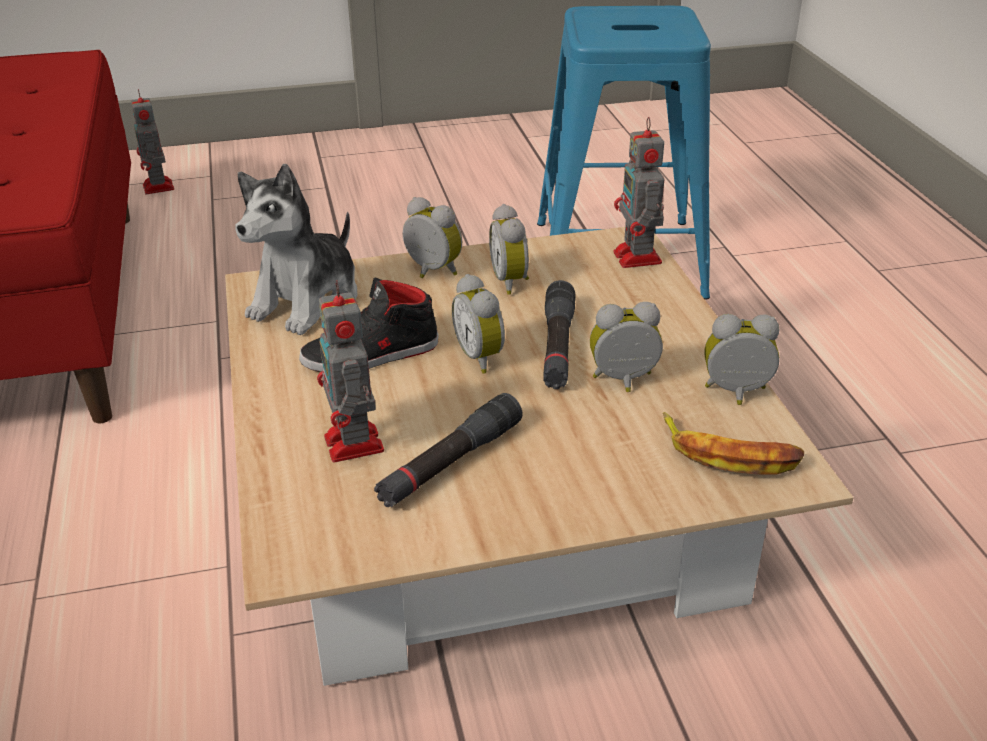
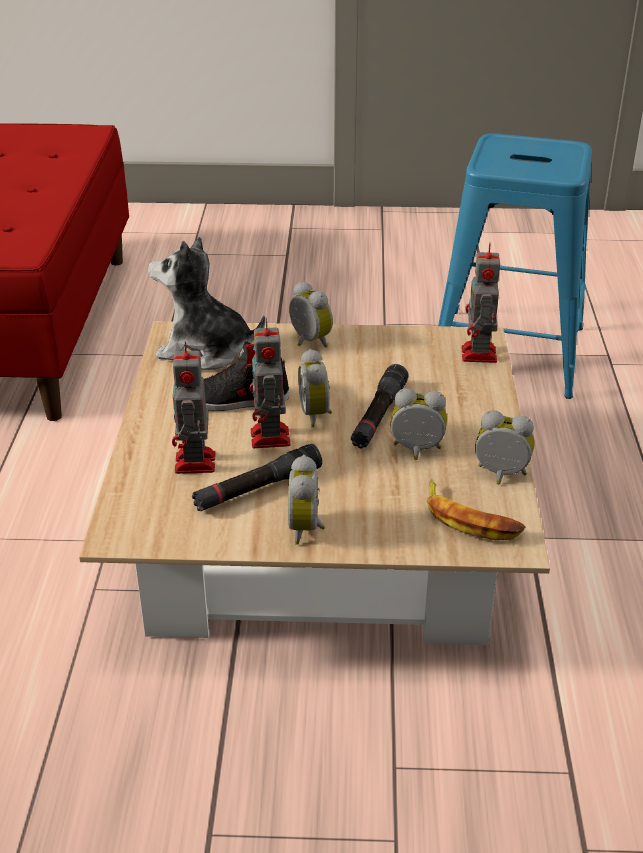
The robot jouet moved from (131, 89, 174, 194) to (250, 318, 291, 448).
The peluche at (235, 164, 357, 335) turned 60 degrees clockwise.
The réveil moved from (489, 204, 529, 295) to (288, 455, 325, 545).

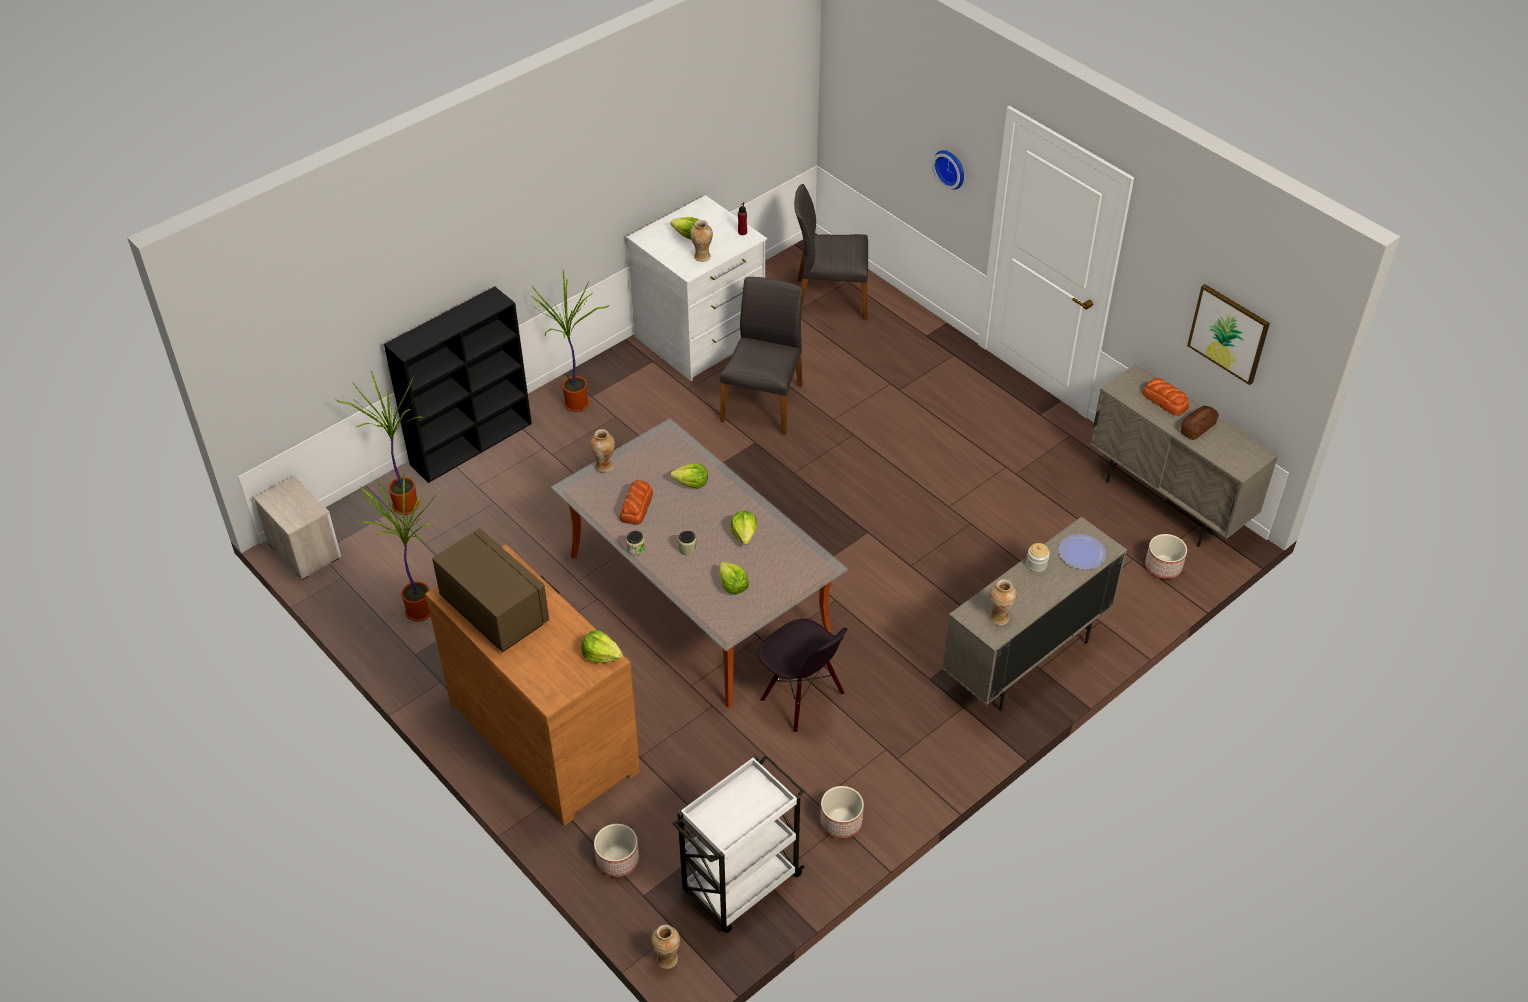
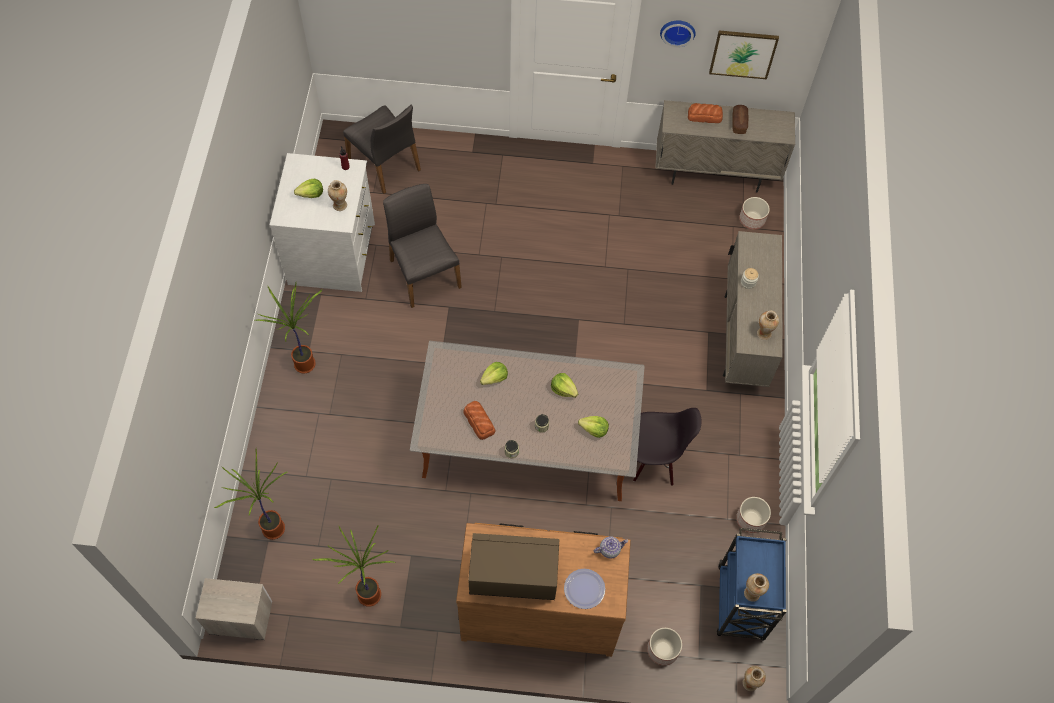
The bibliothèque [noir] at (384, 287, 532, 483) disappeared.
The laitue at (581, 630, 623, 663) was replaced by the théière at (594, 537, 628, 559).
The vase moved from (590, 429, 615, 473) to (744, 573, 769, 602).
The chariot [blanc] at (673, 755, 805, 933) became the chariot [bleu] at (717, 528, 786, 641).
The chaise [gris] at (794, 184, 868, 320) turned 90 degrees counterclockwise.
The horloge murale moved from (932, 150, 964, 190) to (660, 20, 696, 47).
The assiette moved from (1059, 534, 1106, 570) to (564, 569, 605, 609).

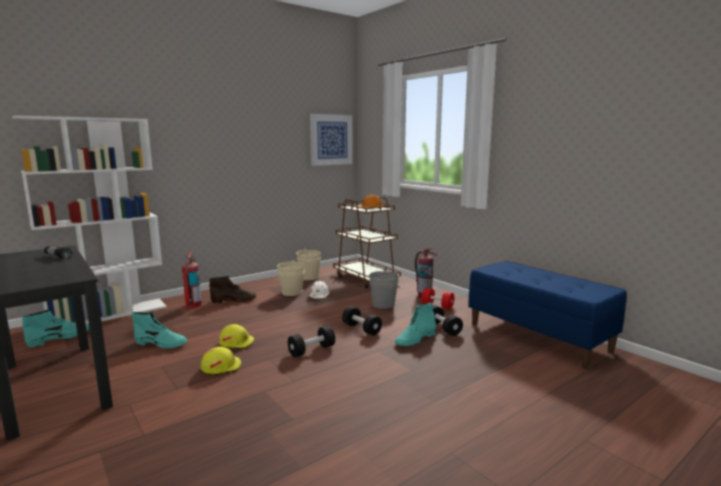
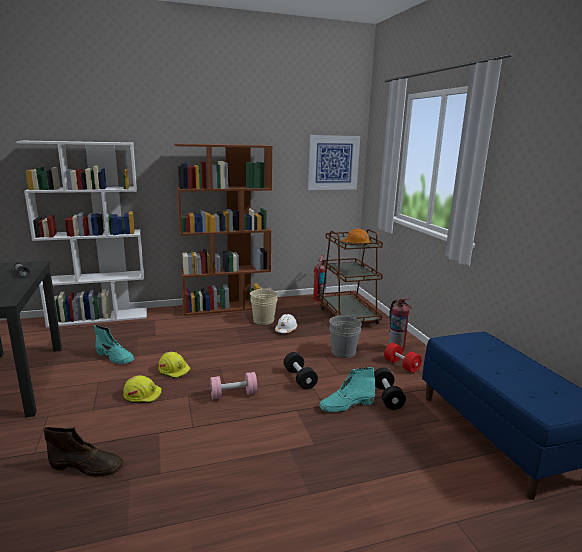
The botte [turquoise] at (22, 309, 89, 347) disappeared.
The extincteur moved from (182, 250, 202, 308) to (314, 255, 327, 302).
The botte [marron] moved from (209, 276, 256, 304) to (43, 427, 124, 477).
The haltère [noir] at (288, 326, 335, 357) became the haltère [rose] at (210, 372, 257, 399).
The seau [beige] at (296, 248, 321, 280) disappeared.
The bibliothèque [marron] at (174, 143, 273, 316) appeared.

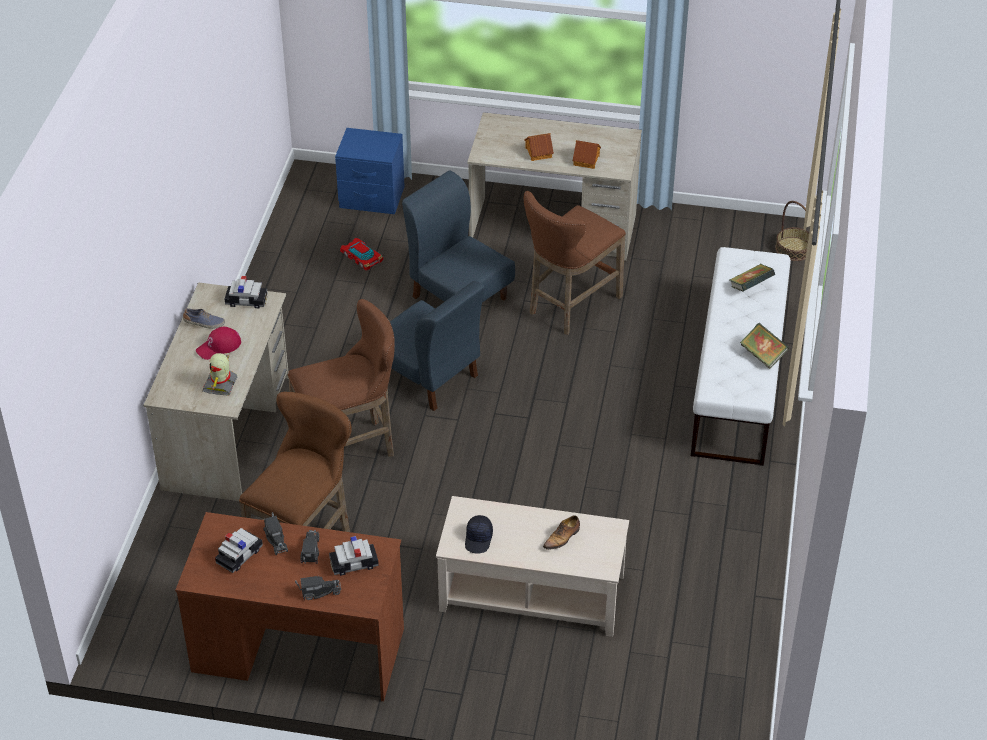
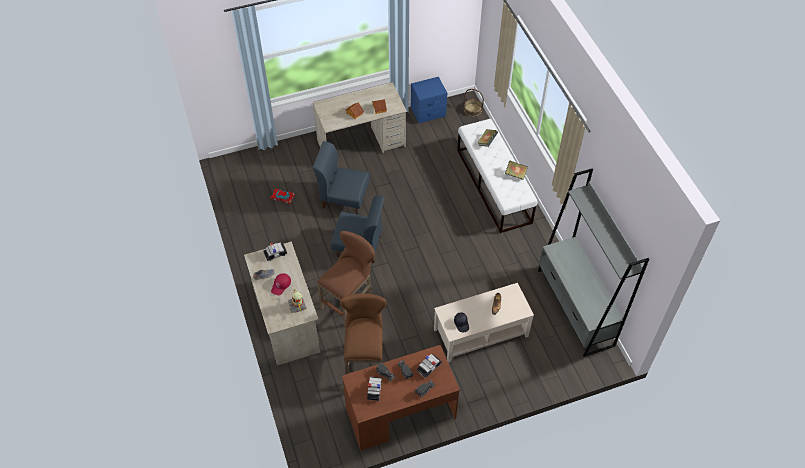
The table de chevet [bleu] moved from (335, 128, 405, 214) to (411, 77, 447, 123).
The tabouret [marron] at (524, 191, 626, 335) disappeared.
The bibliothèque [gris] at (538, 169, 649, 357) appeared.

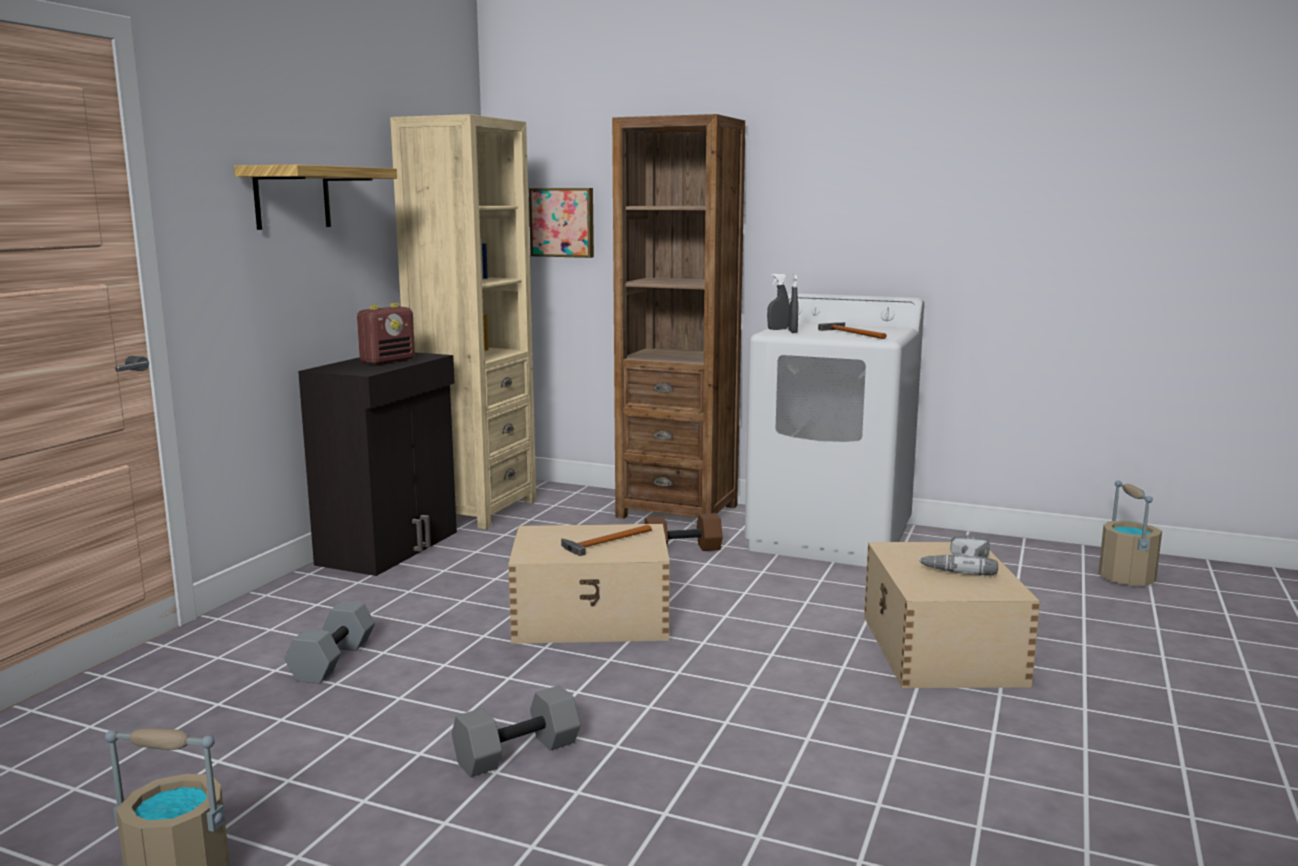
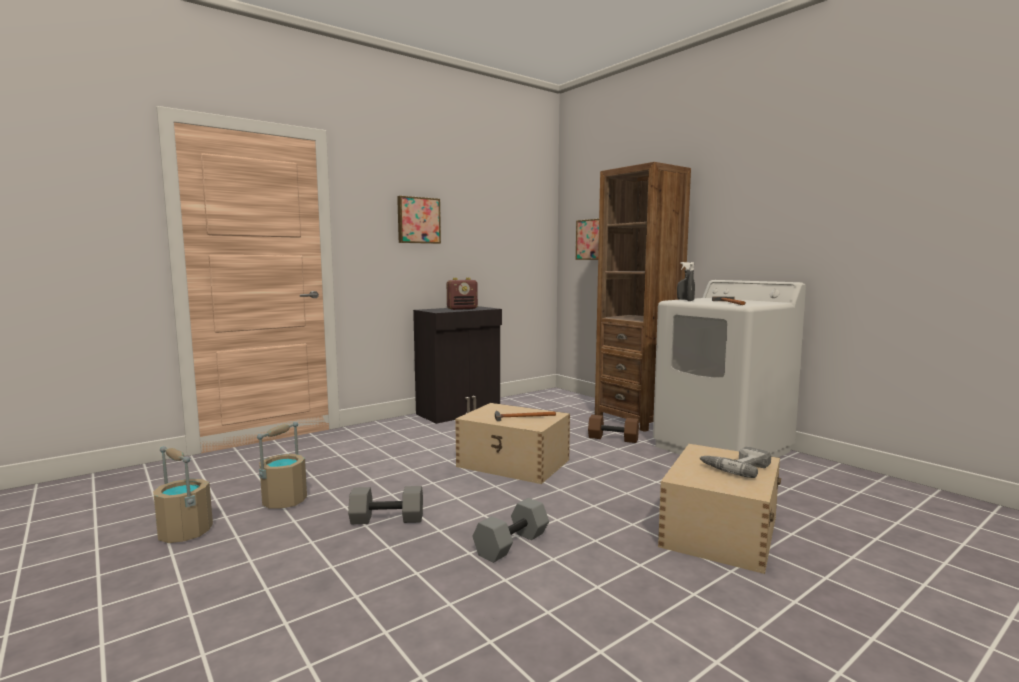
The étagère at (234, 165, 397, 230) was replaced by the tableau at (397, 196, 441, 244).
The haltère [gris] moved from (284, 601, 375, 683) to (473, 498, 549, 563).
The bibliothèque [beige] at (390, 114, 536, 529) disappeared.
The seau [beige] moved from (1099, 480, 1162, 586) to (257, 422, 307, 509).

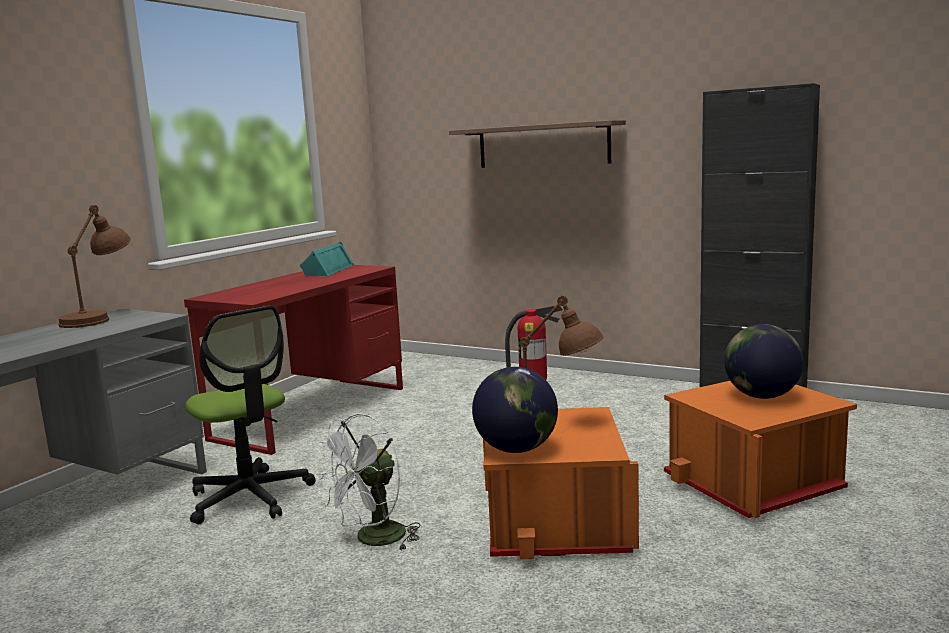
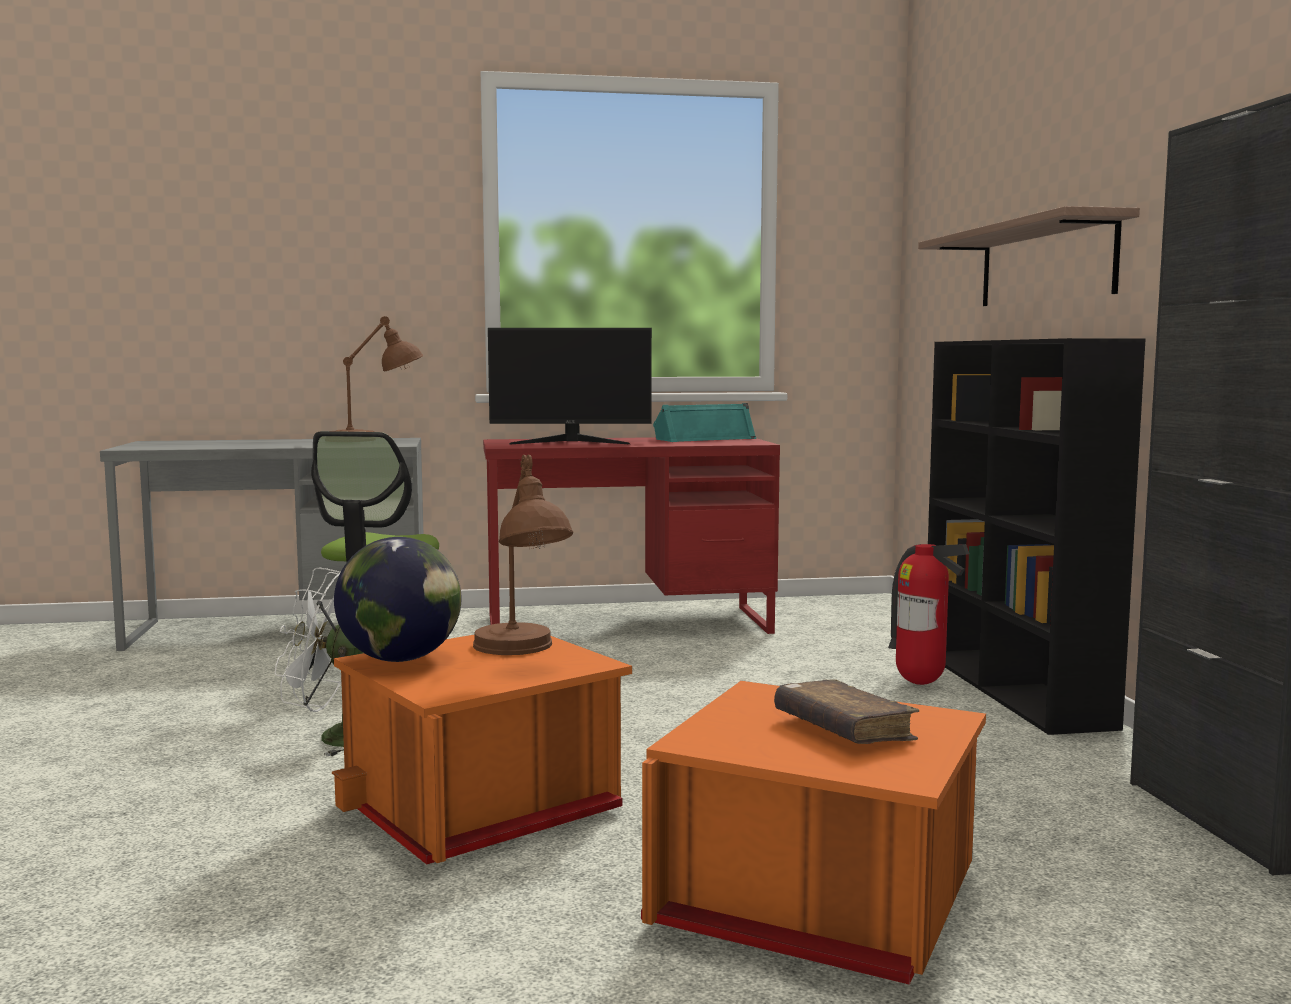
The globe at (724, 324, 804, 399) was replaced by the livre [marron] at (774, 679, 919, 744).
The écran d'ordinateur at (488, 328, 652, 444) appeared.
The bibliothèque [noir] at (928, 338, 1146, 735) appeared.

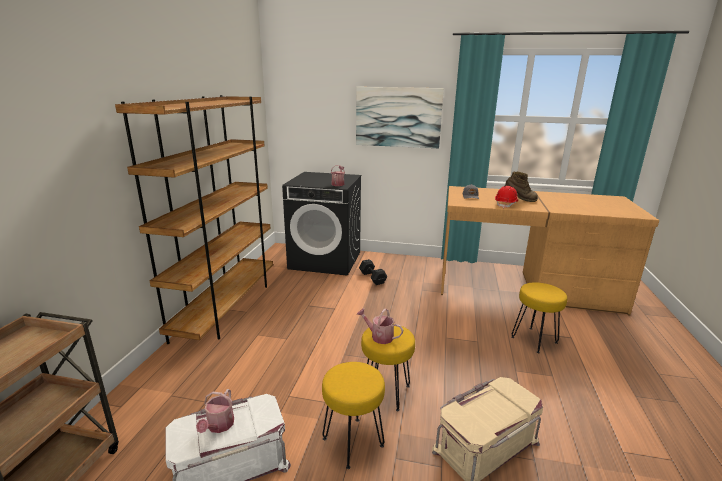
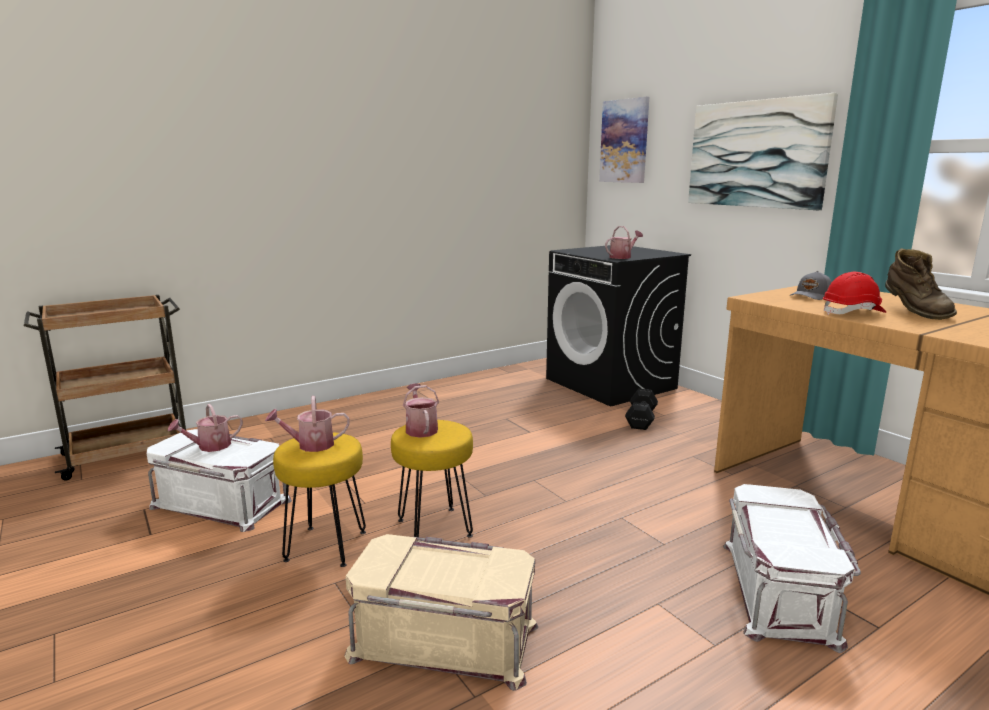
The bibliothèque [marron] at (115, 95, 273, 344) disappeared.
The tabouret [jaune] at (511, 282, 567, 353) was replaced by the boîte de rangement [blanc] at (723, 484, 861, 653).
The arrosoir at (265, 396, 350, 452) appeared.
The tableau at (599, 97, 649, 183) appeared.

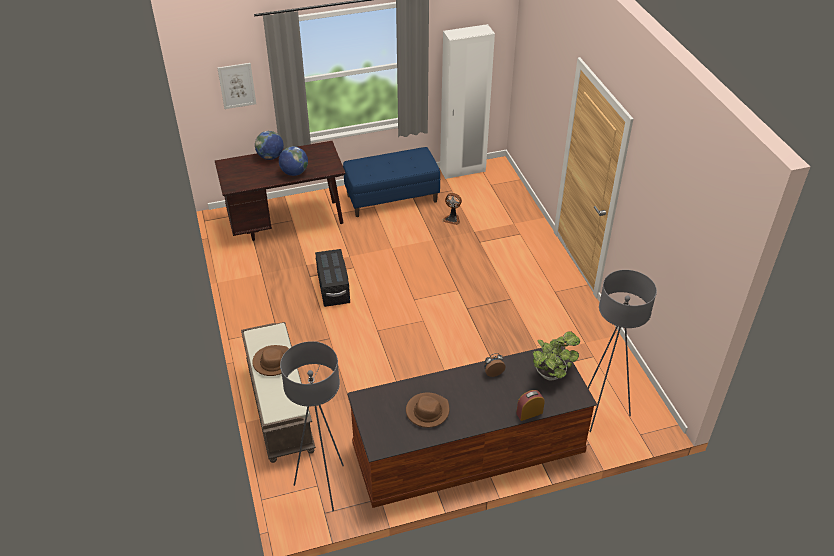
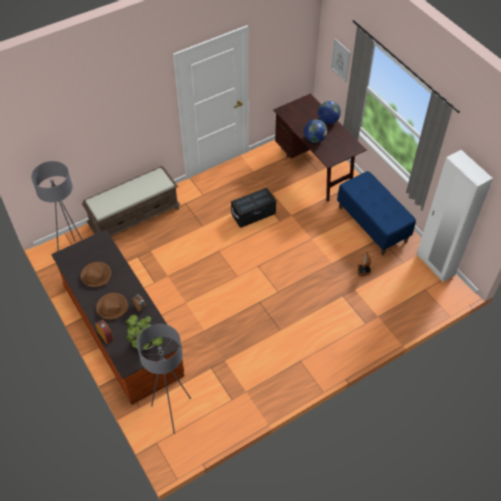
The chapeau [marron] moved from (252, 345, 289, 376) to (96, 293, 128, 320).

